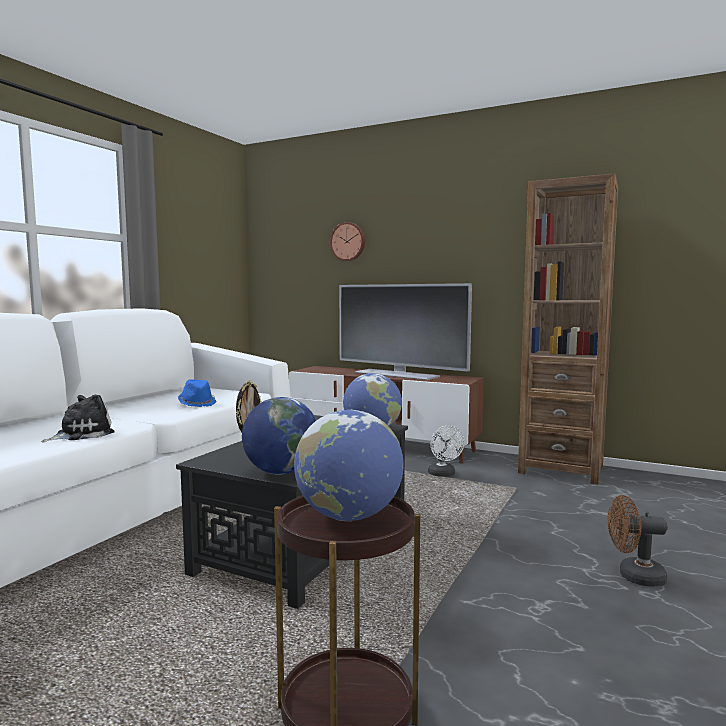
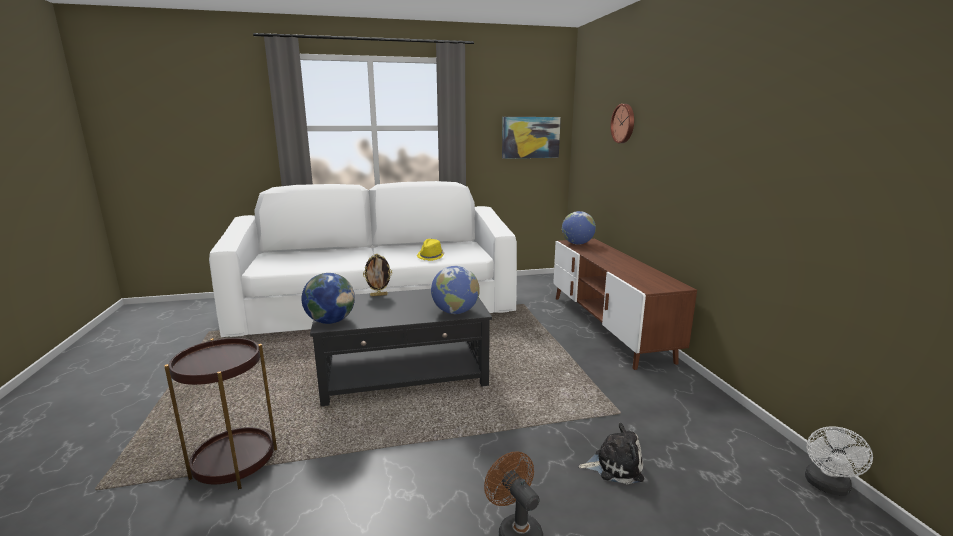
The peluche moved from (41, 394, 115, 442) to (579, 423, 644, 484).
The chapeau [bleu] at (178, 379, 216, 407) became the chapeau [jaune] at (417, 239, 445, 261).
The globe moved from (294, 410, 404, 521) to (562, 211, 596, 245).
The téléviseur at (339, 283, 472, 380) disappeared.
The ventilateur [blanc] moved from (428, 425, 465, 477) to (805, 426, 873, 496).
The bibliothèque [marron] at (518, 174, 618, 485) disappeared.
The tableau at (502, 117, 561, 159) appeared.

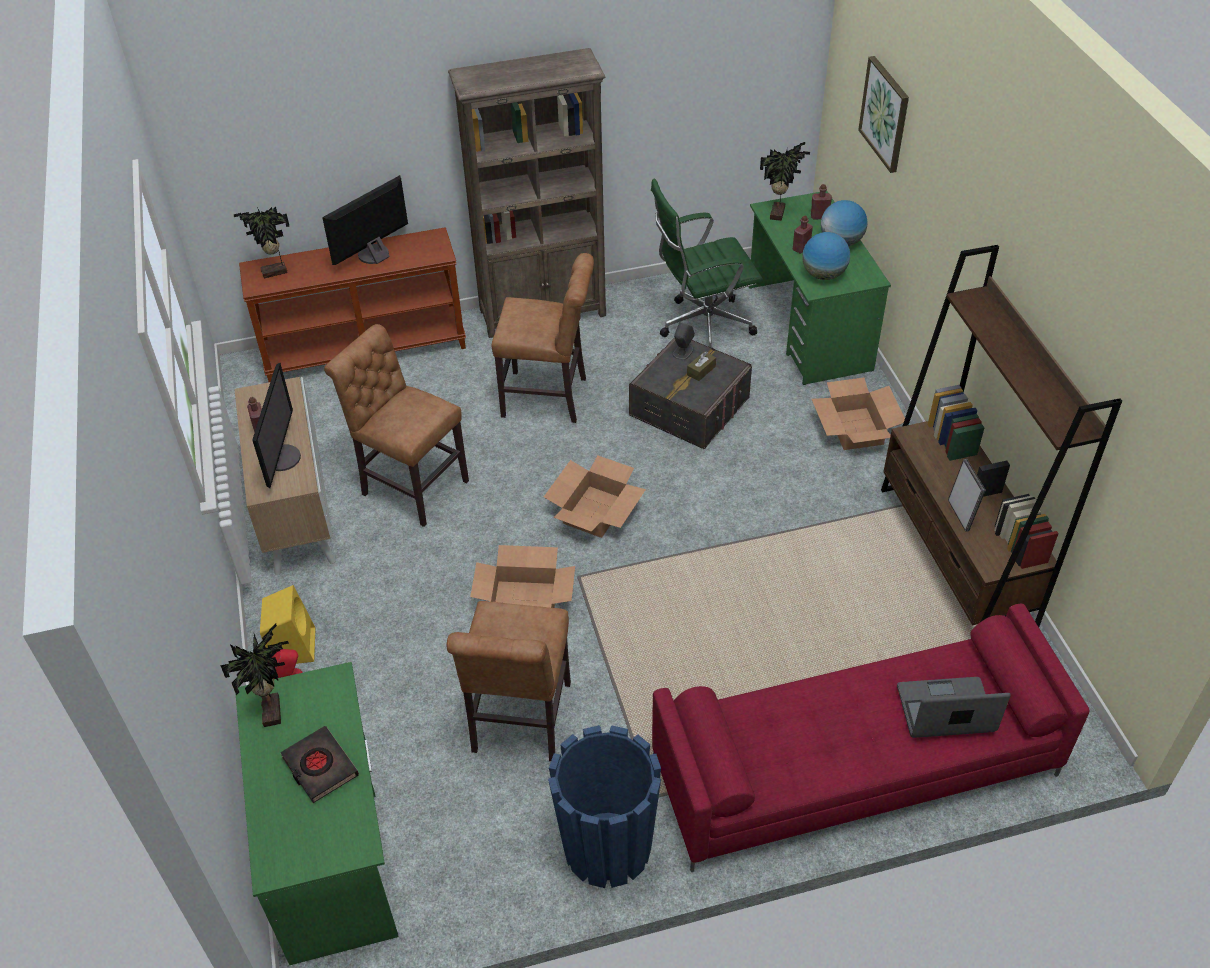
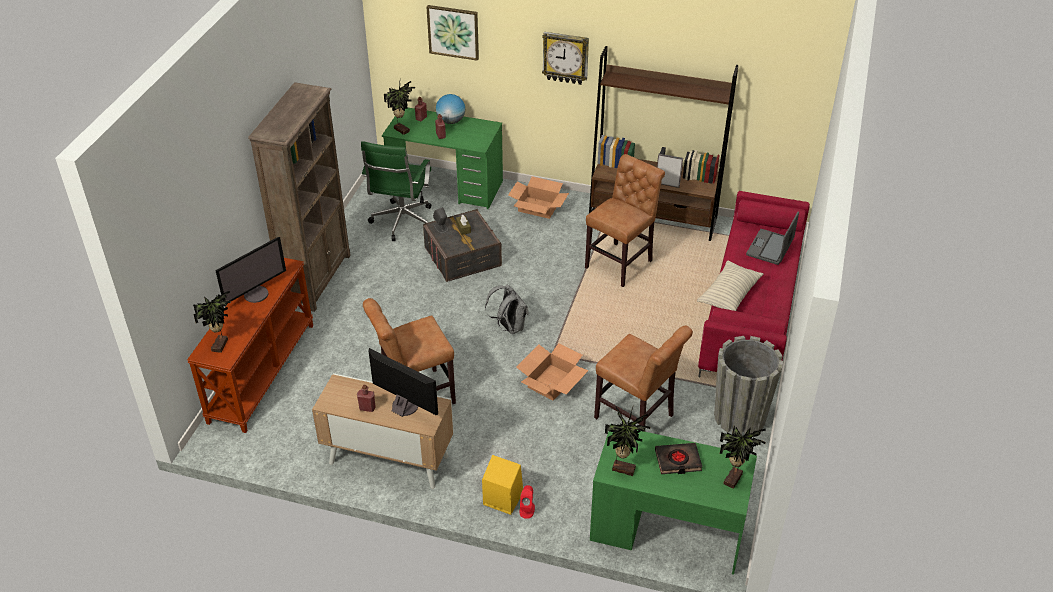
The écran d'ordinateur at (322, 175, 408, 265) turned 120 degrees counterclockwise.
The chaise [marron] moved from (492, 253, 594, 423) to (585, 154, 665, 287).
The carton at (544, 455, 646, 538) was replaced by the sac à dos [gris] at (485, 284, 529, 334).
The cache-pot [bleu] at (548, 725, 661, 888) became the cache-pot [gris] at (714, 336, 783, 435).
The globe at (802, 232, 850, 280) disappeared.
The horloge murale at (542, 32, 589, 85) appeared.
The coussin at (697, 261, 763, 311) appeared.
The plante en pot at (720, 426, 766, 489) appeared.

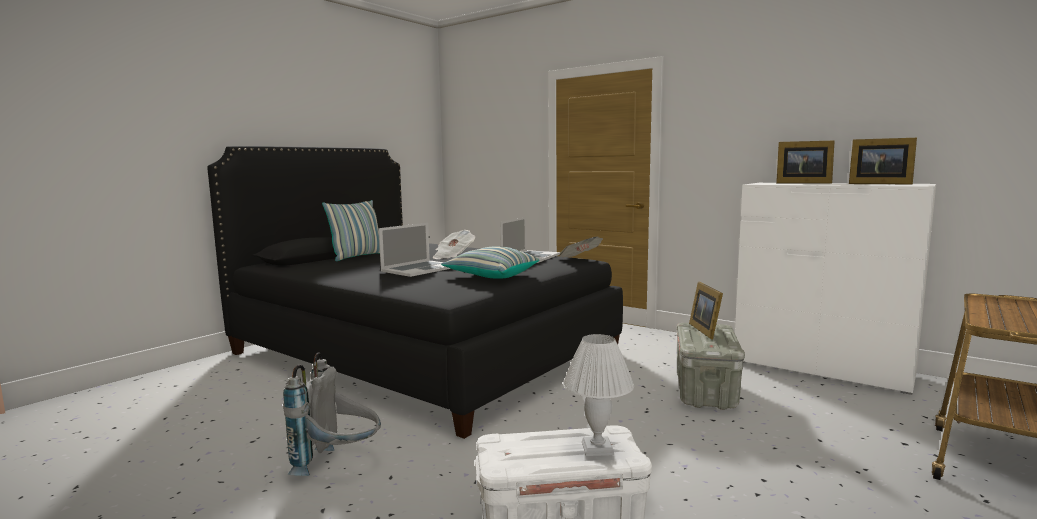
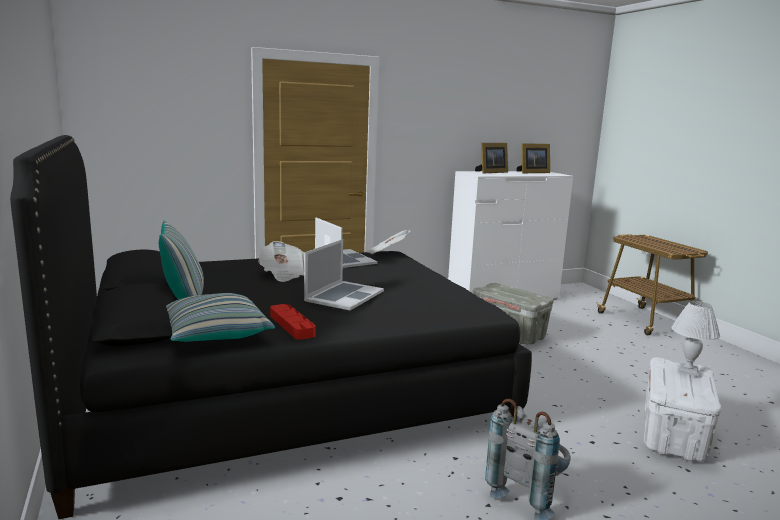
The ordinateur portable at (379, 223, 451, 277) turned 45 degrees clockwise.
The coussin moved from (441, 246, 539, 279) to (166, 293, 275, 342).
The cadre photo at (689, 282, 723, 339) disappeared.
The plateau [rouge] at (270, 304, 316, 340) appeared.

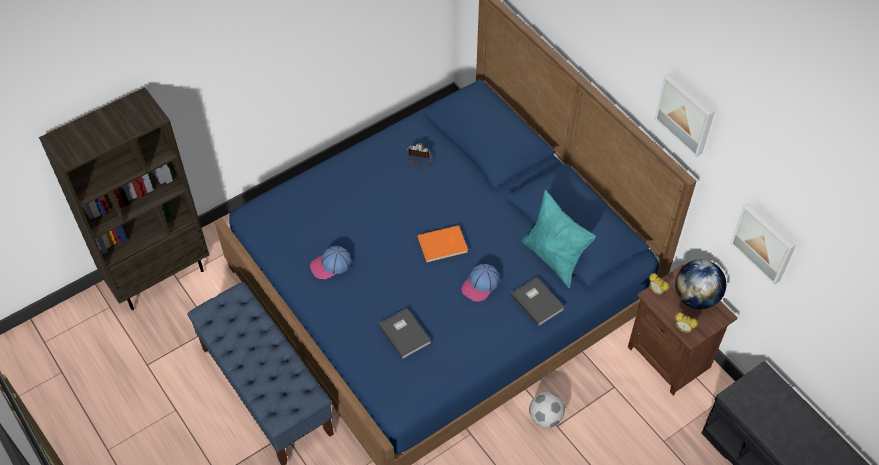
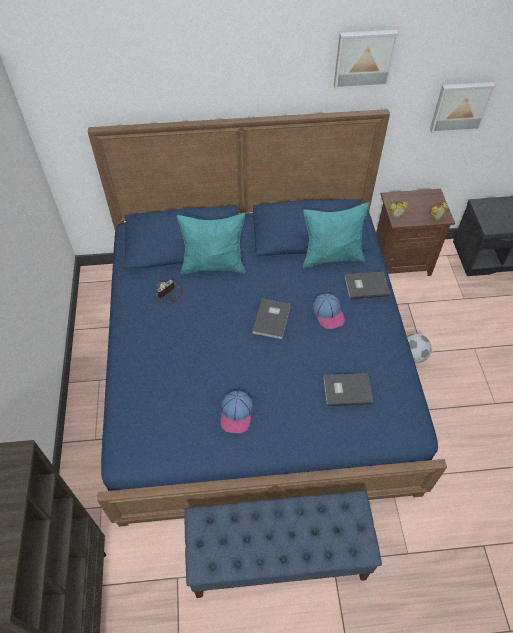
The livre [orange] at (418, 225, 468, 262) became the livre [gris] at (252, 299, 291, 339).
The globe at (675, 260, 726, 309) disappeared.
The coussin [turquoise] at (177, 214, 246, 274) appeared.

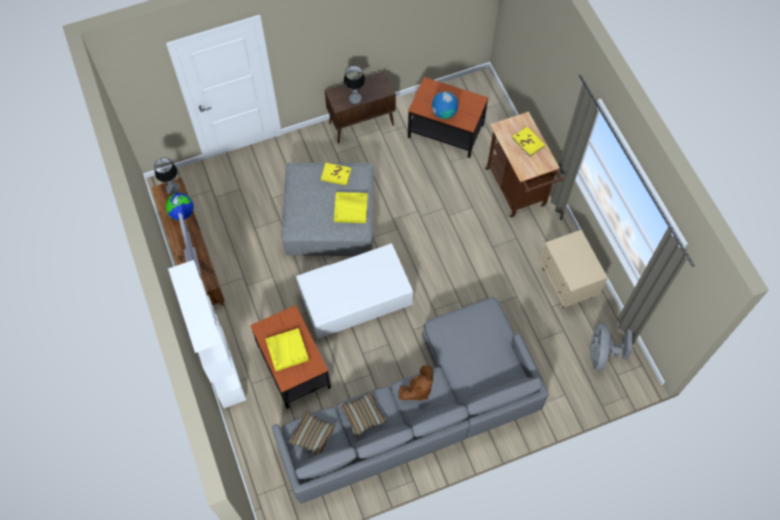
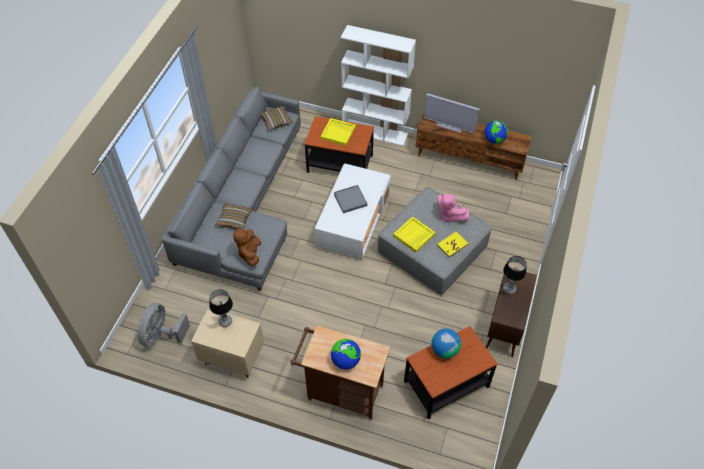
The lampe de table moved from (154, 157, 179, 194) to (209, 289, 233, 327).
The coussin moved from (340, 392, 387, 437) to (215, 203, 251, 230).
The peluche [marron] moved from (399, 365, 433, 400) to (233, 226, 261, 266).
The livre [jaune] at (512, 127, 545, 157) was replaced by the globe at (331, 339, 361, 370).
The ventilateur [gris] at (590, 323, 633, 370) turned 120 degrees counterclockwise.
The plateau [gris] at (334, 185, 367, 213) appeared.
The peluche [rose] at (437, 193, 470, 222) appeared.

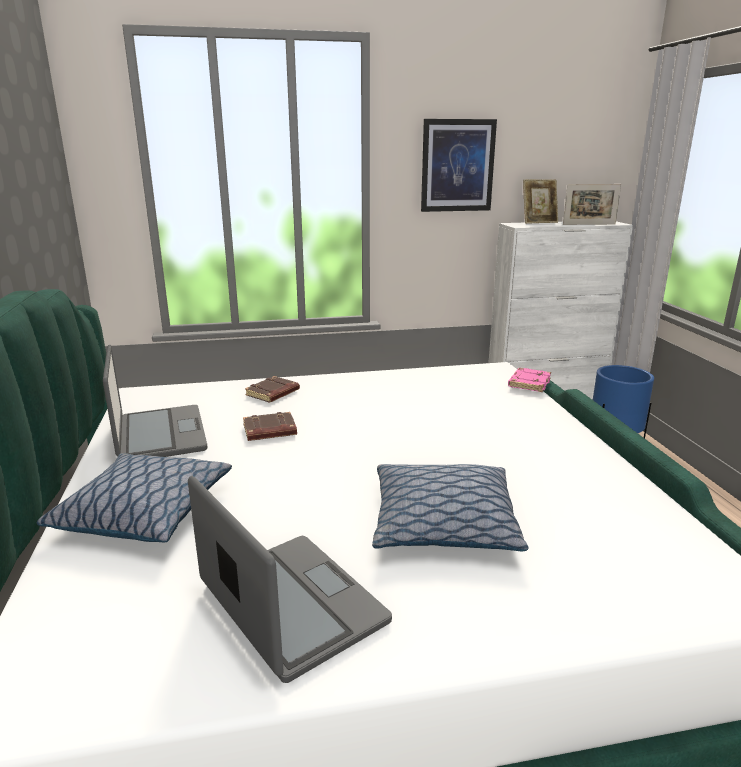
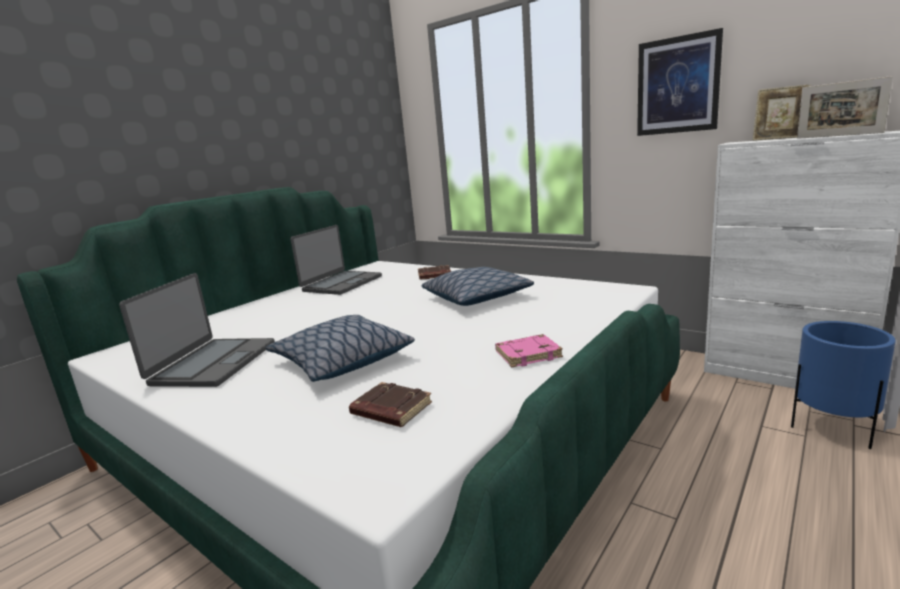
The coussin moved from (37, 453, 232, 542) to (422, 267, 534, 306).
The livre [marron] moved from (243, 412, 297, 441) to (349, 382, 432, 427).
The livre [rose] moved from (508, 368, 551, 392) to (495, 334, 563, 367).

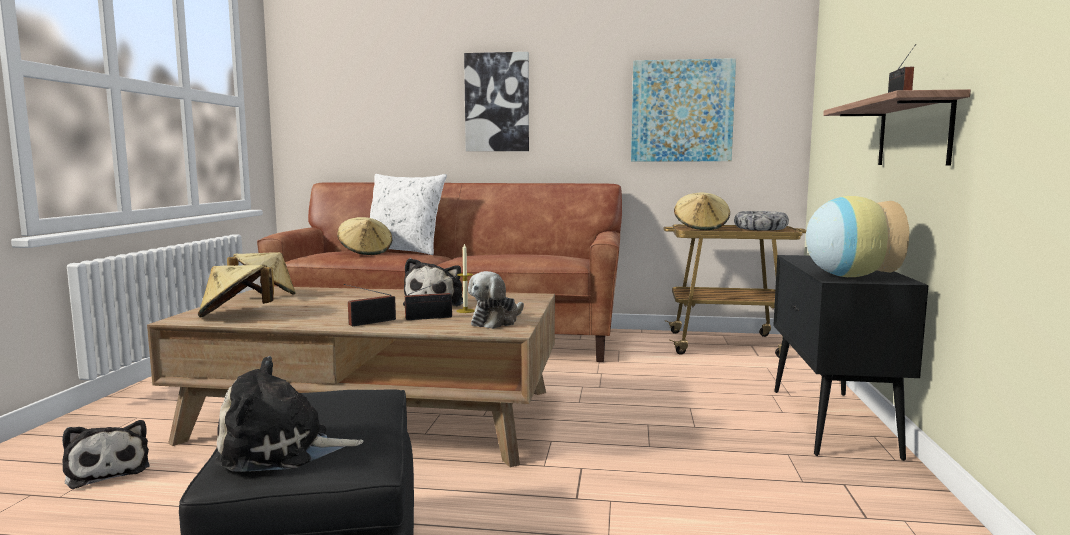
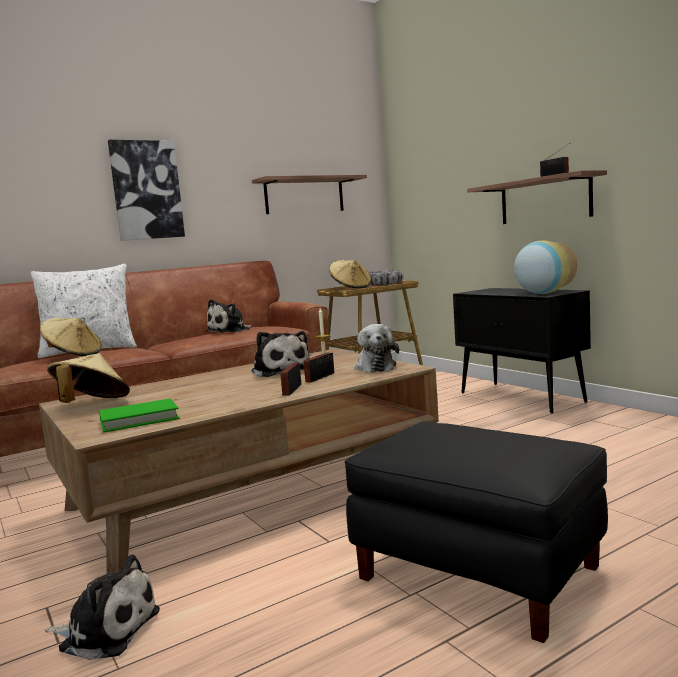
The chapeau [beige] at (198, 265, 274, 317) was replaced by the livre [vert] at (99, 398, 180, 432).
The peluche moved from (214, 356, 364, 472) to (205, 299, 252, 333).
The tableau at (631, 58, 736, 161) was replaced by the étagère at (252, 175, 367, 214).

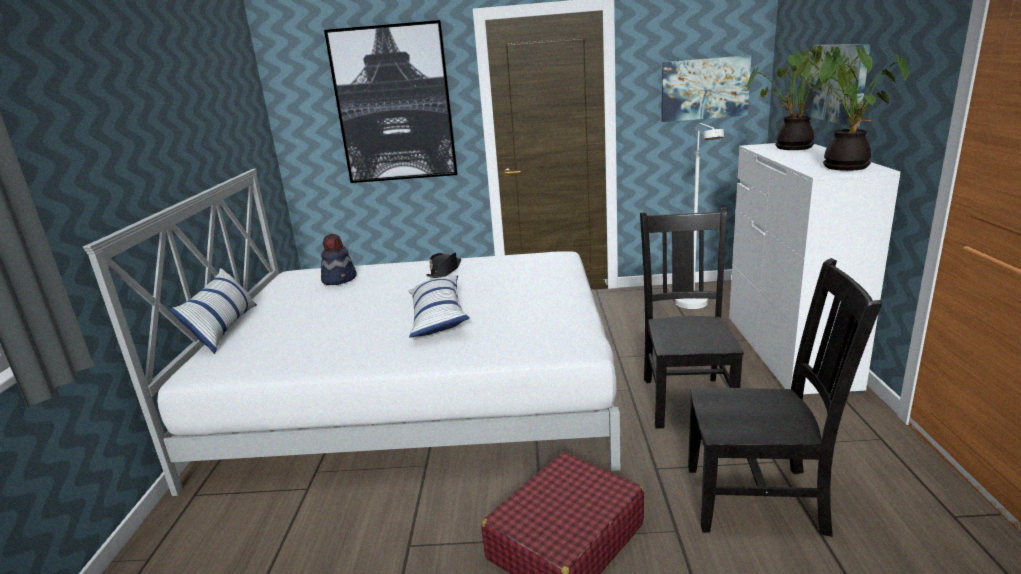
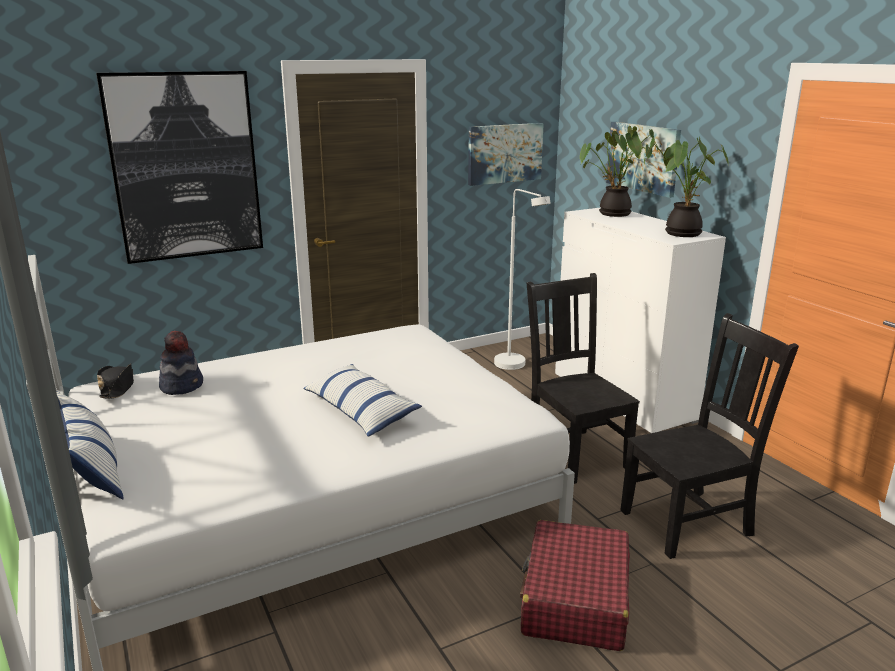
The chapeau [noir] moved from (426, 252, 461, 278) to (97, 363, 134, 399).

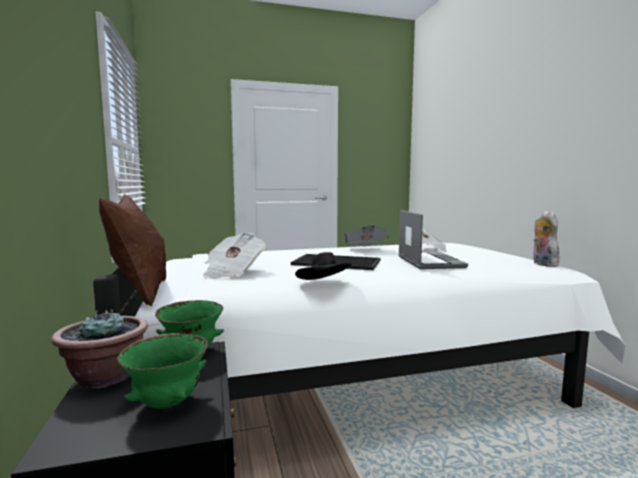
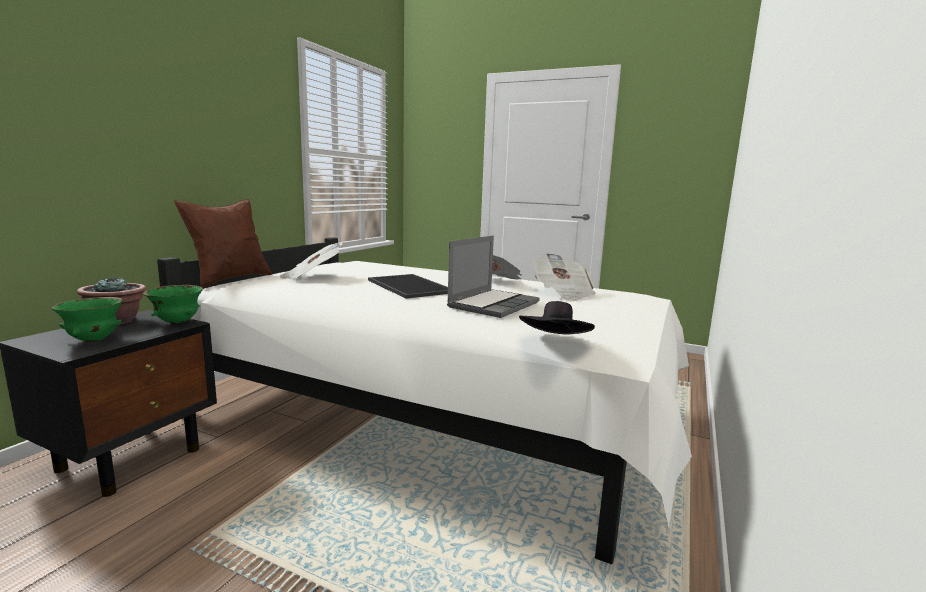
The chapeau [noir] moved from (295, 252, 352, 280) to (519, 301, 595, 335).
The peluche at (533, 211, 559, 267) disappeared.

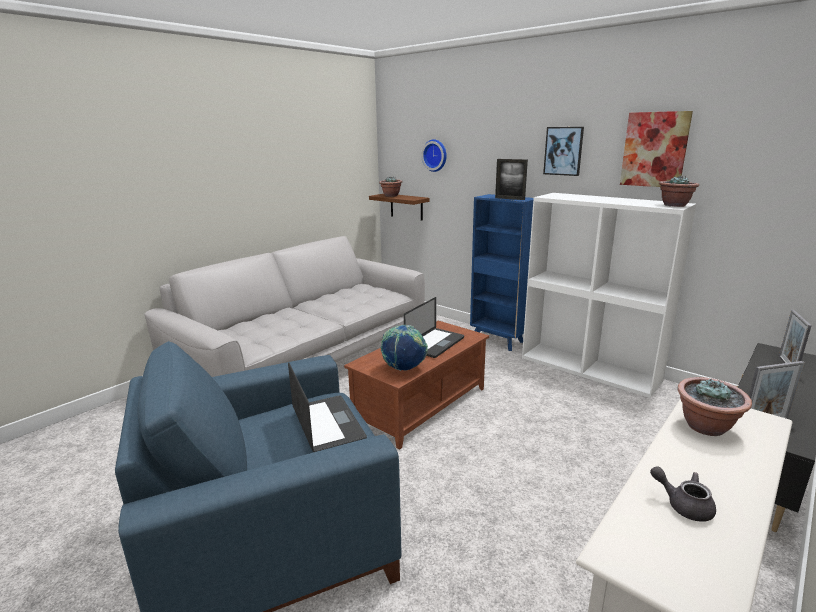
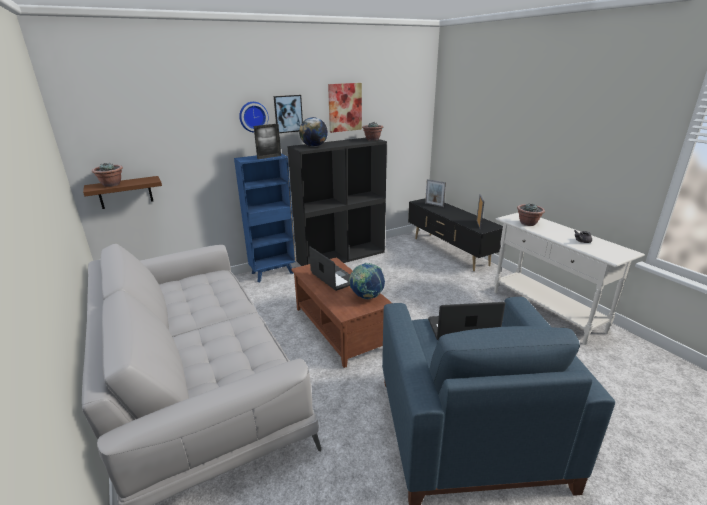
The horloge murale moved from (421, 139, 447, 172) to (239, 102, 269, 132).
The bibliothèque [blanc] at (522, 193, 696, 398) became the bibliothèque [noir] at (287, 138, 387, 266).
The globe at (299, 117, 328, 147) appeared.

